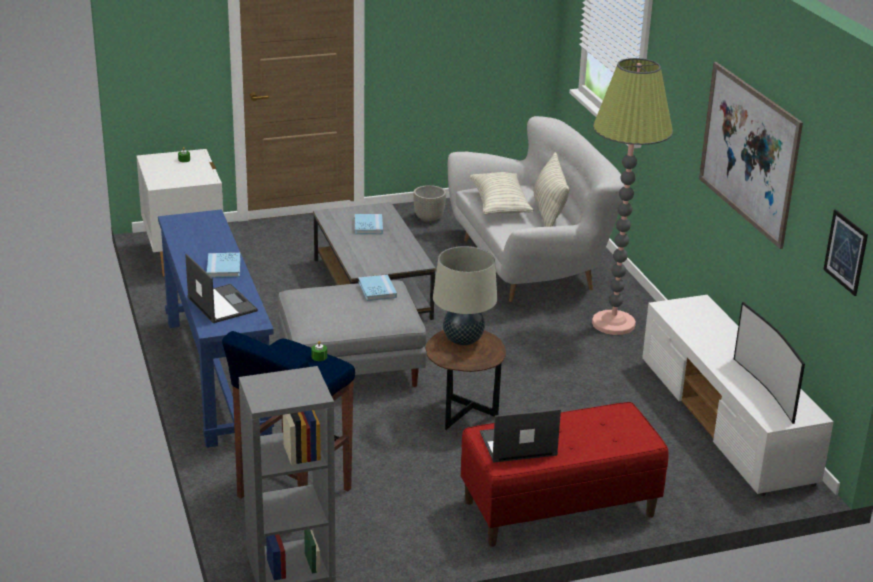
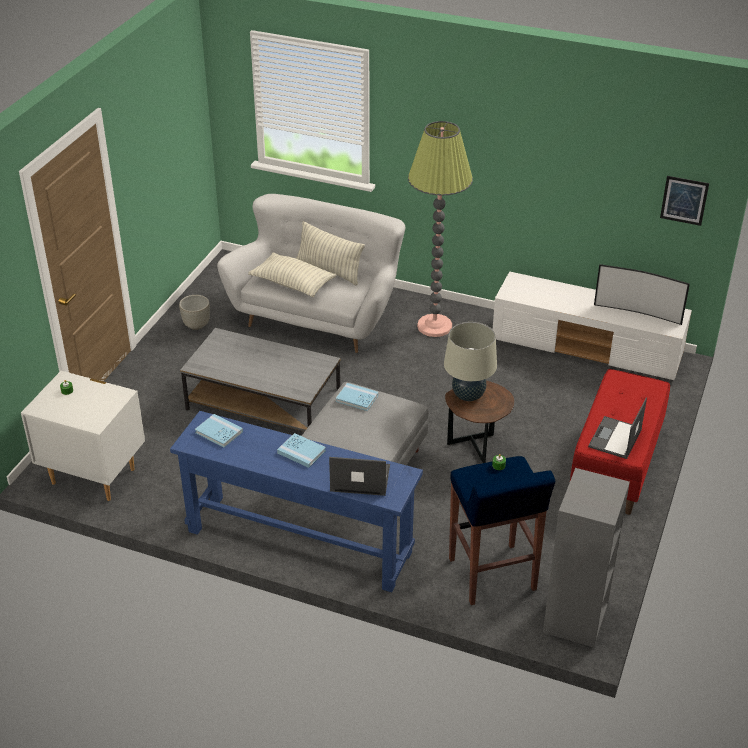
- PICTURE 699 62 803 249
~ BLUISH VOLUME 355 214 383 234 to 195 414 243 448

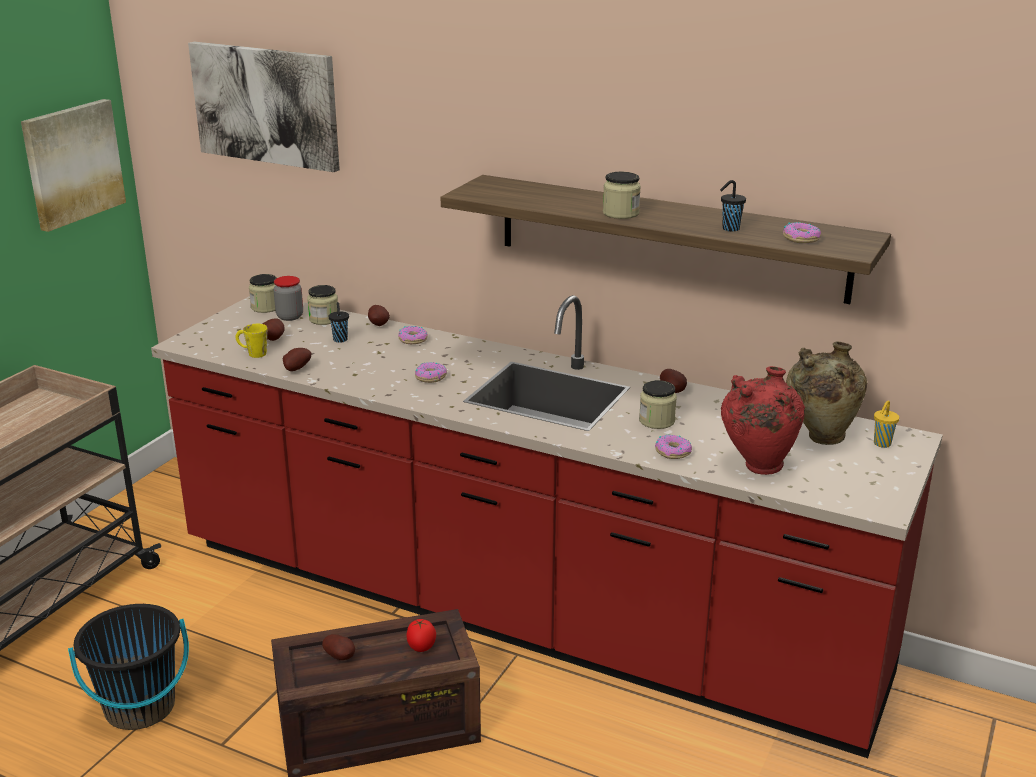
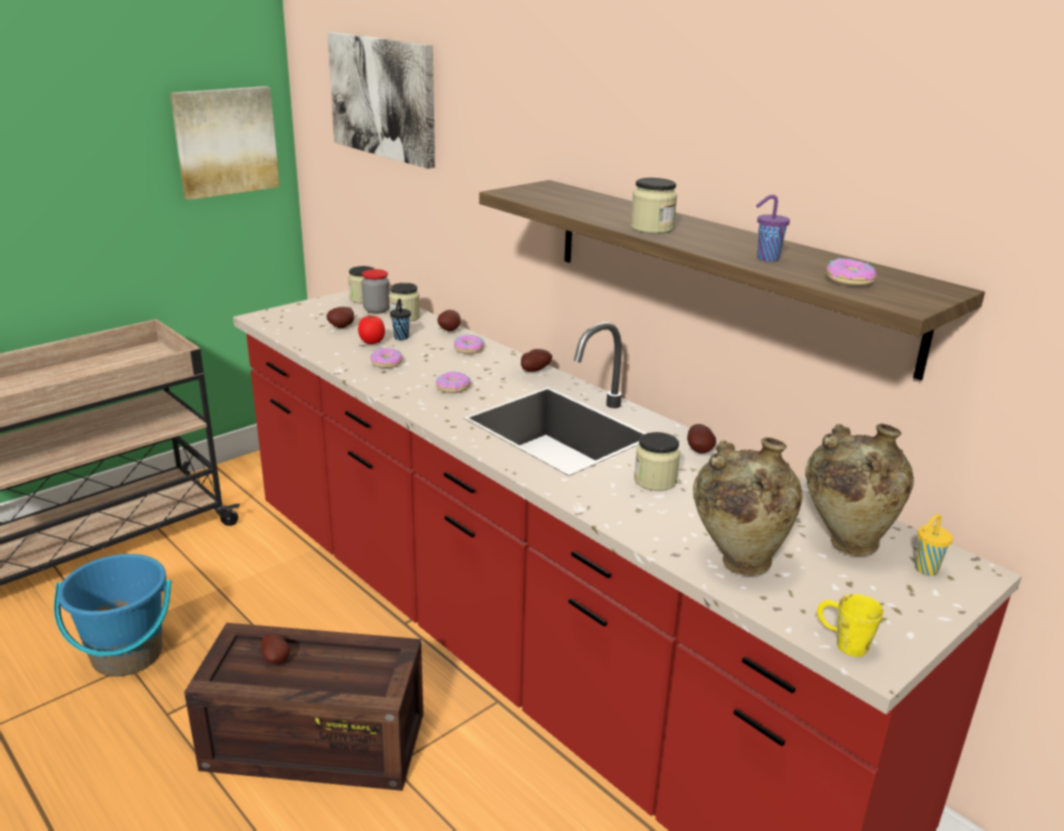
~ YELLOWISH TEA MUG 236 324 267 358 to 817 594 884 657
~ SPUD 283 348 311 371 to 521 349 552 372
~ WHOLE TOMATO 407 619 436 652 to 358 315 385 344
~ RING DOUGHNUT 655 435 692 459 to 370 348 403 368
~ BLACK-COLOURED BUCKET 68 604 189 730 to BLUISH BUCKET 54 554 171 677
~ BLACK-COLOURED CUP 720 180 746 232 to PURPLISH CUP 756 195 790 262
~ REDDISH DECORATIVE VASE 721 366 805 475 to BEIGE DECORATIVE VASE 693 437 803 576

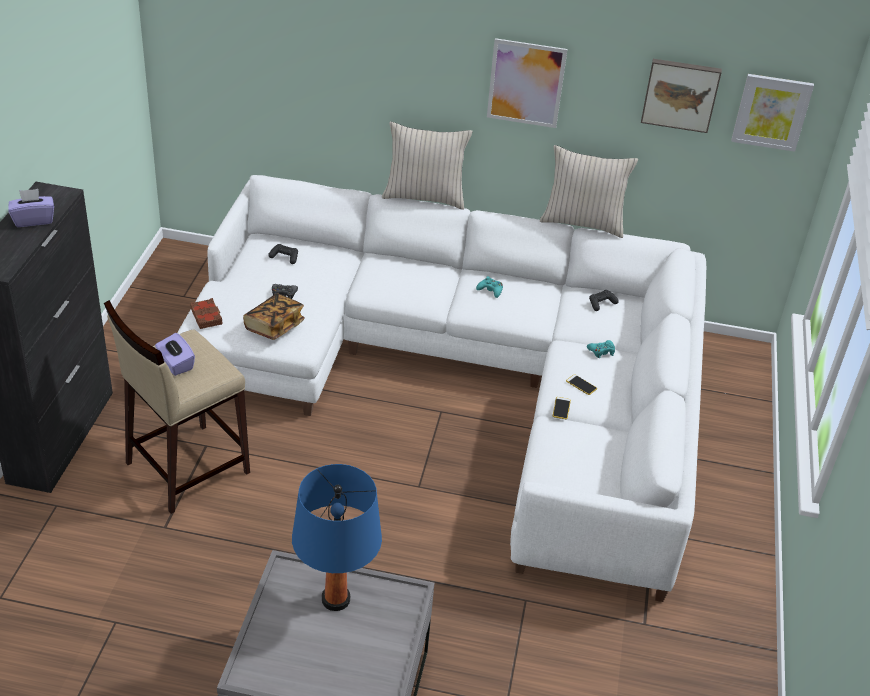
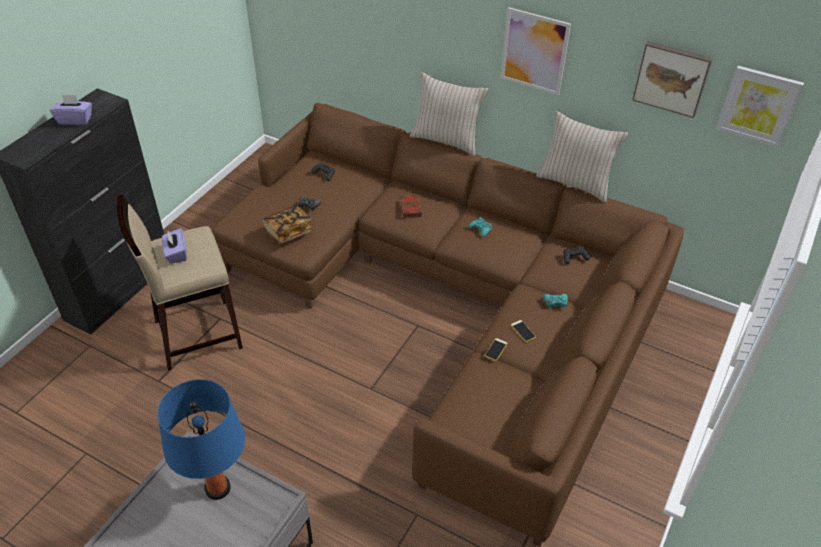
~ BROWN-COLOURED VOLUME 190 298 223 329 to 400 194 422 218
~ WHITE-COLOURED SOFA 178 175 706 602 to BROWN-COLOURED SOFA 212 103 684 547

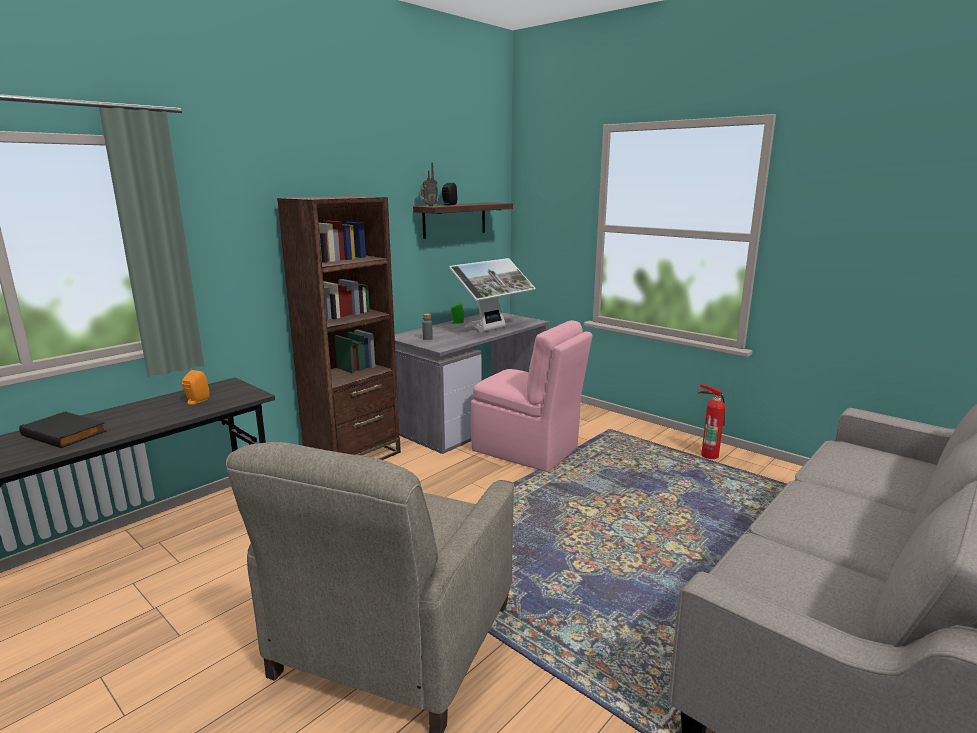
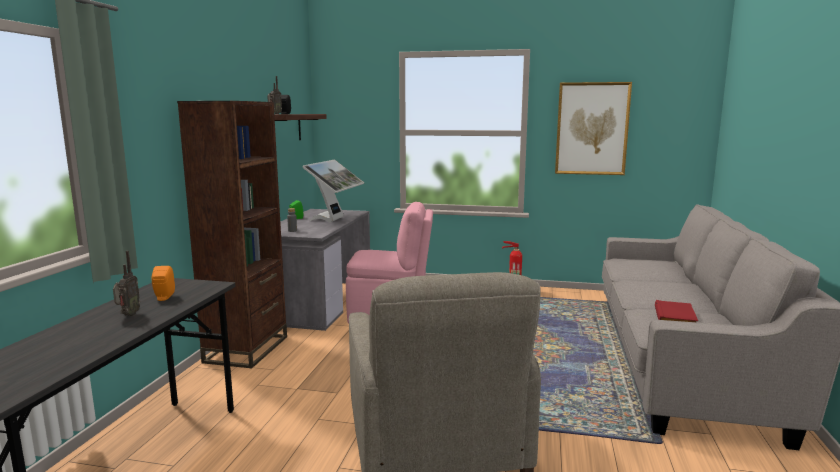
- BLACK-COLOURED VOLUME 19 411 106 448
+ RADIO 113 251 140 316
+ PICTURE 555 82 632 175
+ REDDISH VOLUME 655 300 698 322

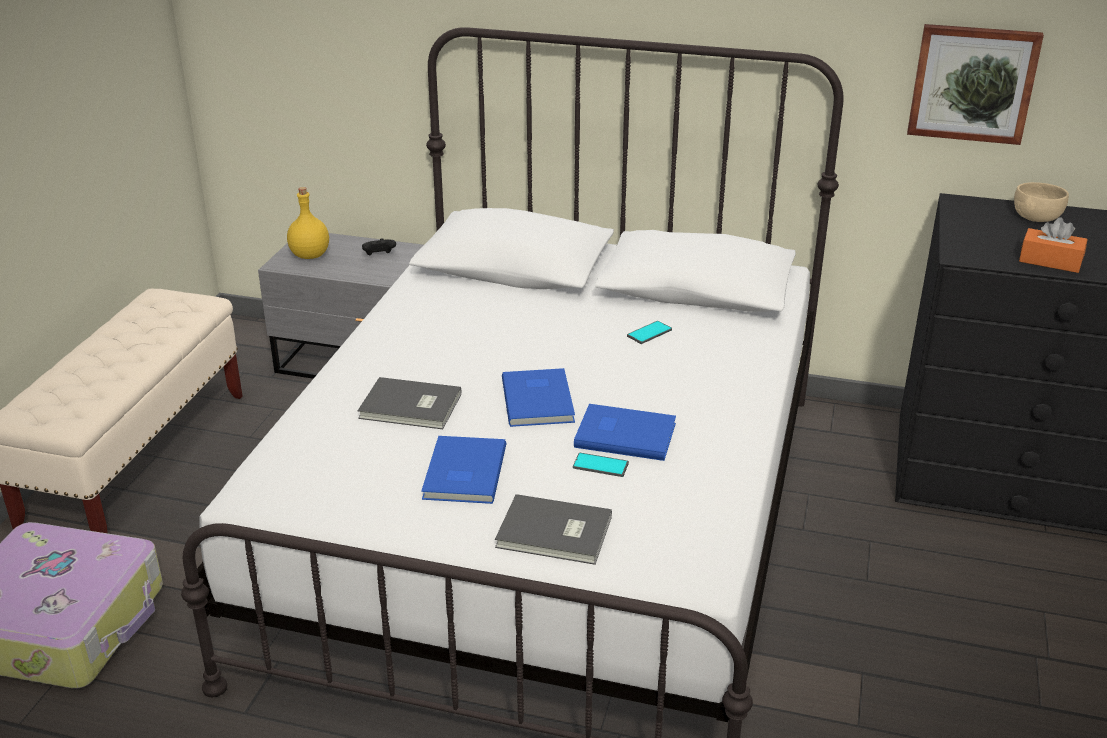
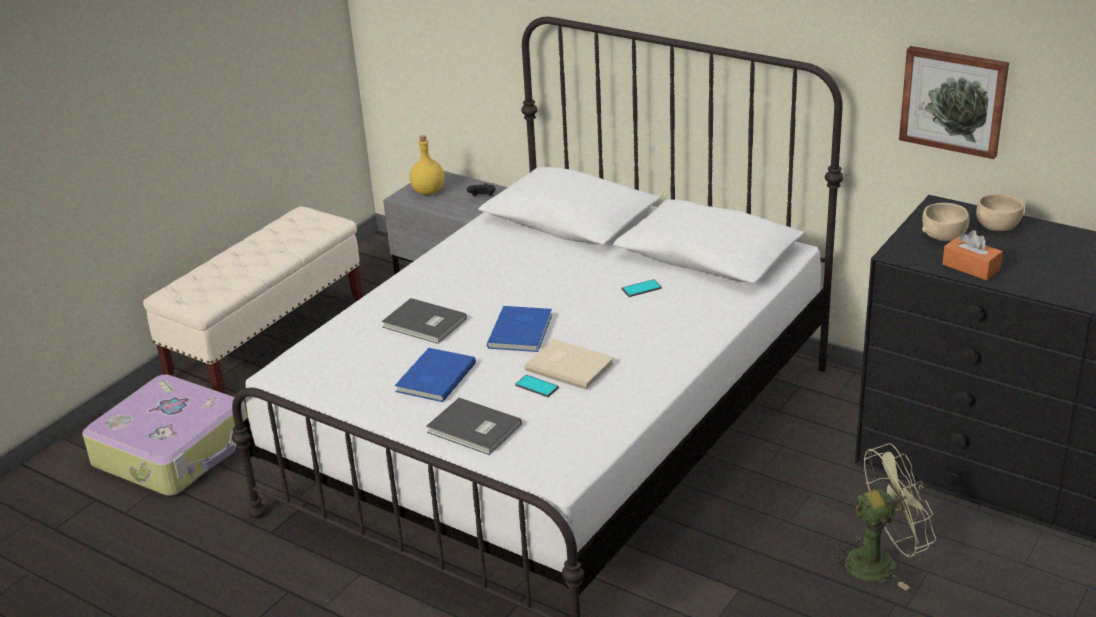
+ GREEN COOLING FAN 828 443 936 590
+ BEIGE SERVING BOWL 922 203 970 241
~ BLUISH VOLUME 574 404 676 461 to BEIGE VOLUME 525 339 614 390

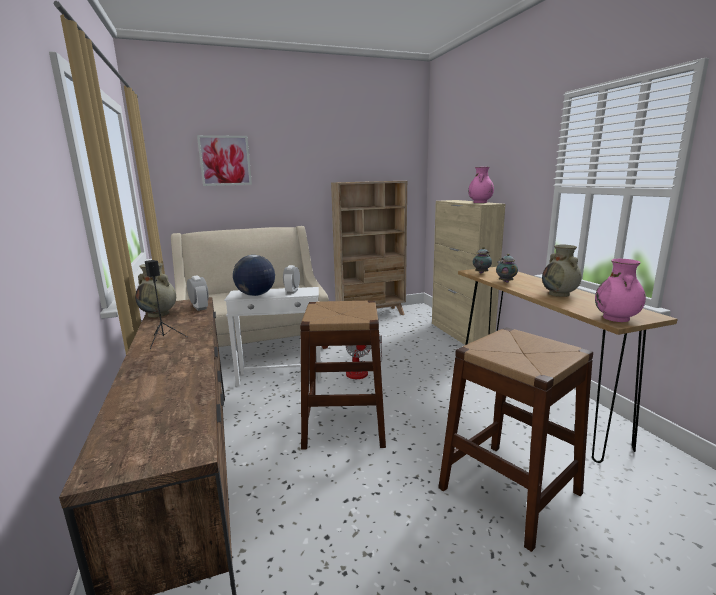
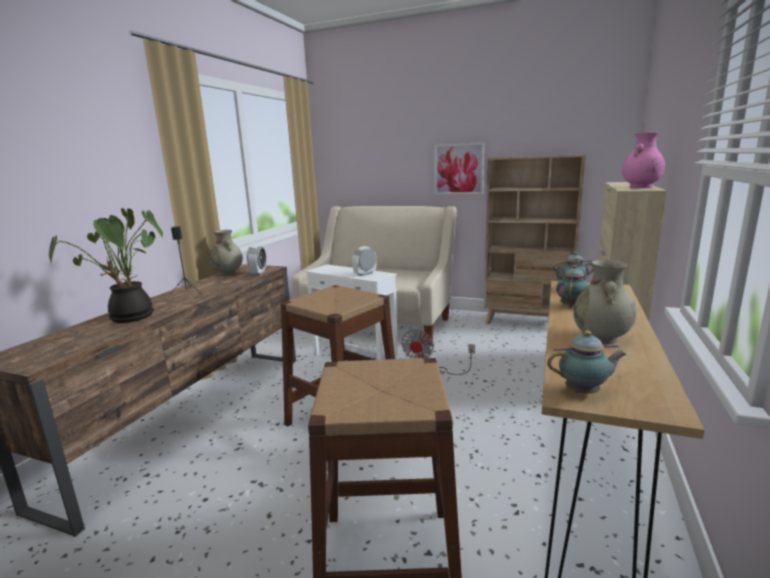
- WORLD GLOBE 233 255 275 296
+ PLANT IN A POT 49 208 163 323
~ PICTURE 197 135 252 186 to 434 142 484 195
~ PINK-COLOURED DECORATIVE VASE 595 259 646 322 to POT FOR TEA 547 330 627 394

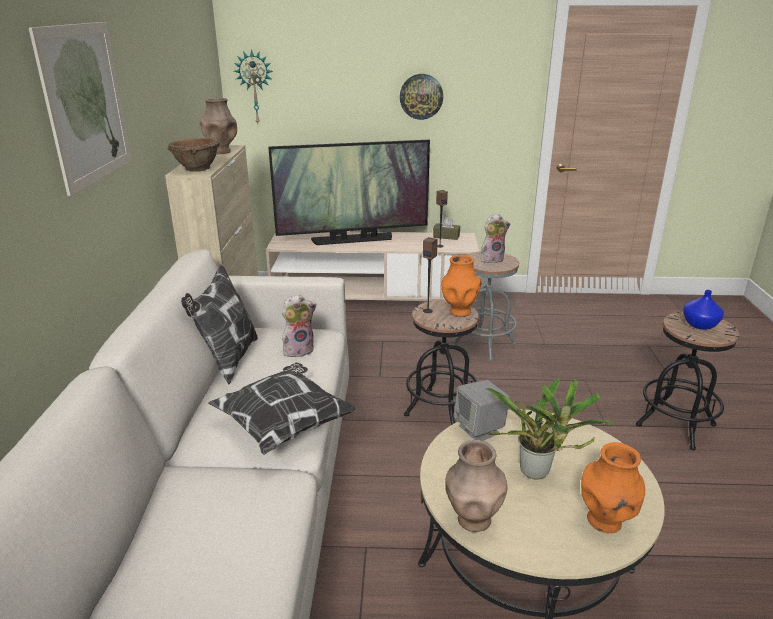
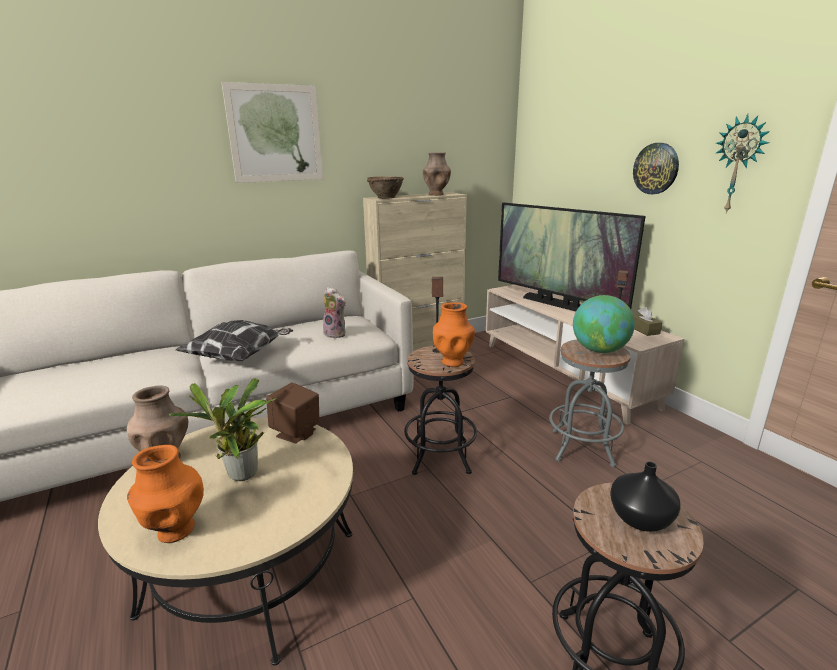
- THROW PILLOW 181 265 258 384
~ HANGING CLOCK 234 49 273 124 to 716 114 770 214
~ PLUSH TOY 481 214 511 263 to WORLD GLOBE 573 295 635 353
~ GRAY AUDIO SPEAKER 453 380 510 441 to BROWN-COLOURED AUDIO SPEAKER 266 382 319 443
~ BLUISH DECORATIVE VASE 683 290 724 330 to BLACK-COLOURED DECORATIVE VASE 610 462 681 532

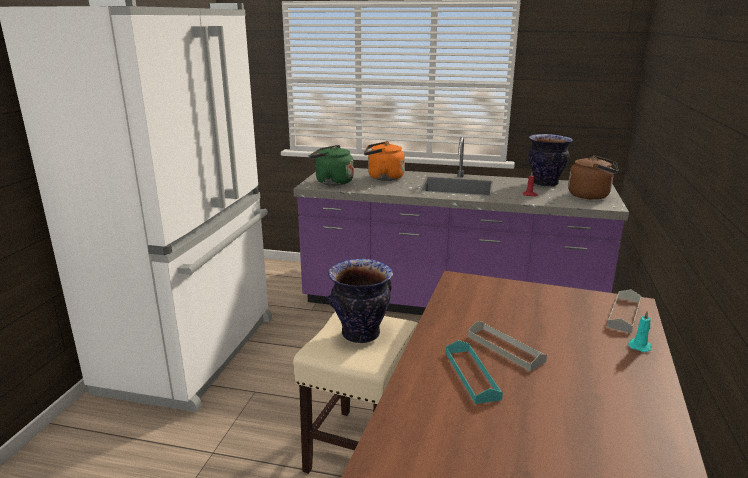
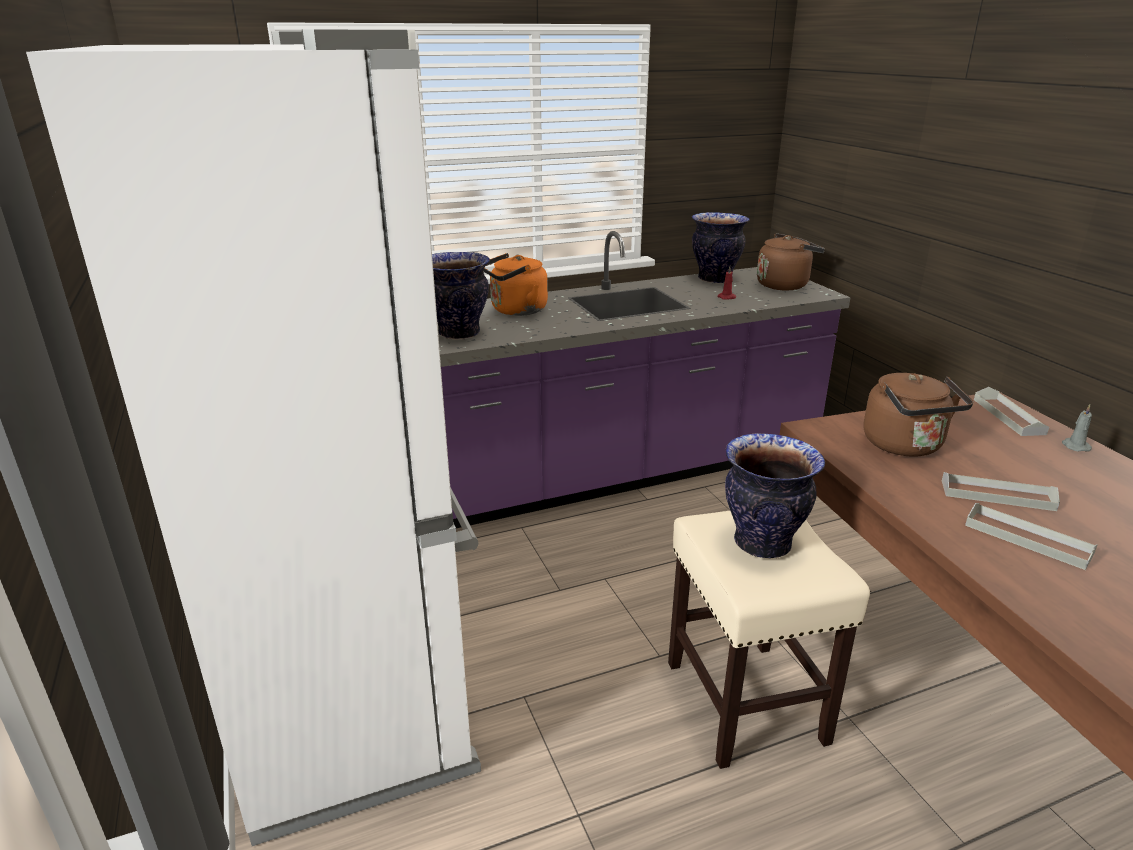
+ BROWN-COLOURED WATER KETTLE 864 373 973 457
~ GREEN WATER KETTLE 309 145 354 186 to DECORATIVE VASE 432 252 490 340
~ TURQUOISE-COLOURED CARRYING TRAY 446 340 503 404 to GRAY CARRYING TRAY 965 503 1098 570
~ TURQUOISE-COLOURED CANDLE 628 310 652 352 to GRAY CANDLE 1062 404 1092 452

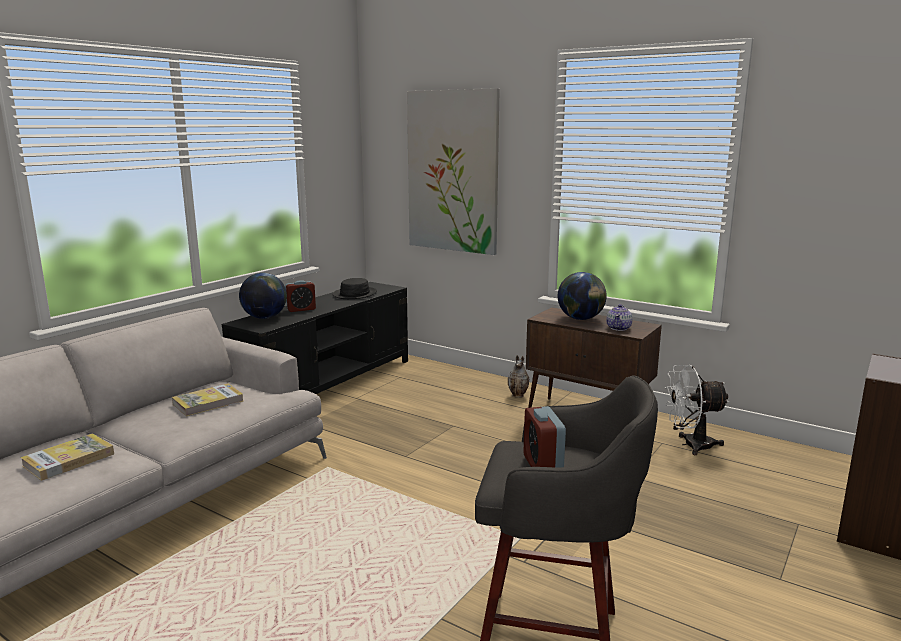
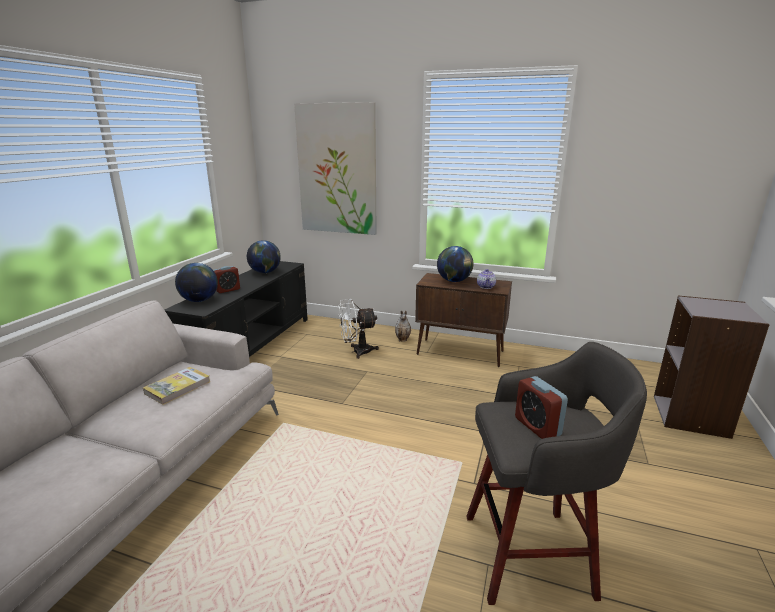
- VOLUME 20 433 114 481
~ WHITE-COLOURED COOLING FAN 665 365 730 455 to 338 299 379 359
~ BLACK-COLOURED CLOTHING HAT 332 278 377 299 to WORLD GLOBE 247 240 281 273

